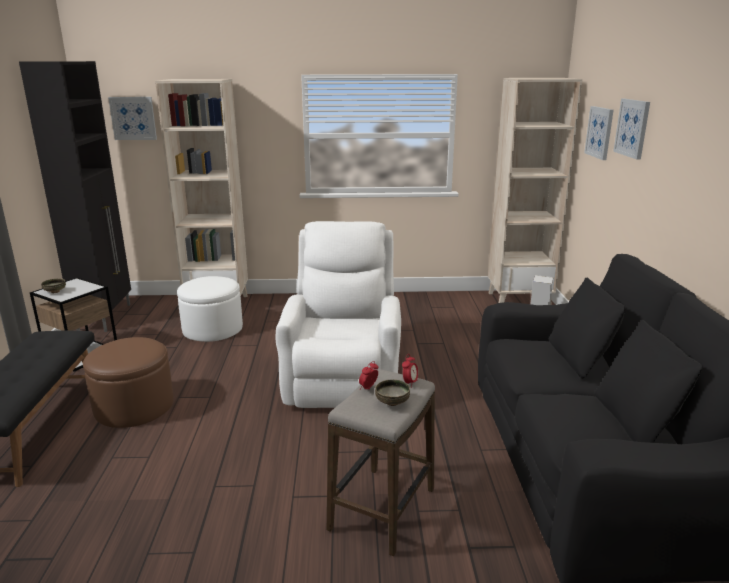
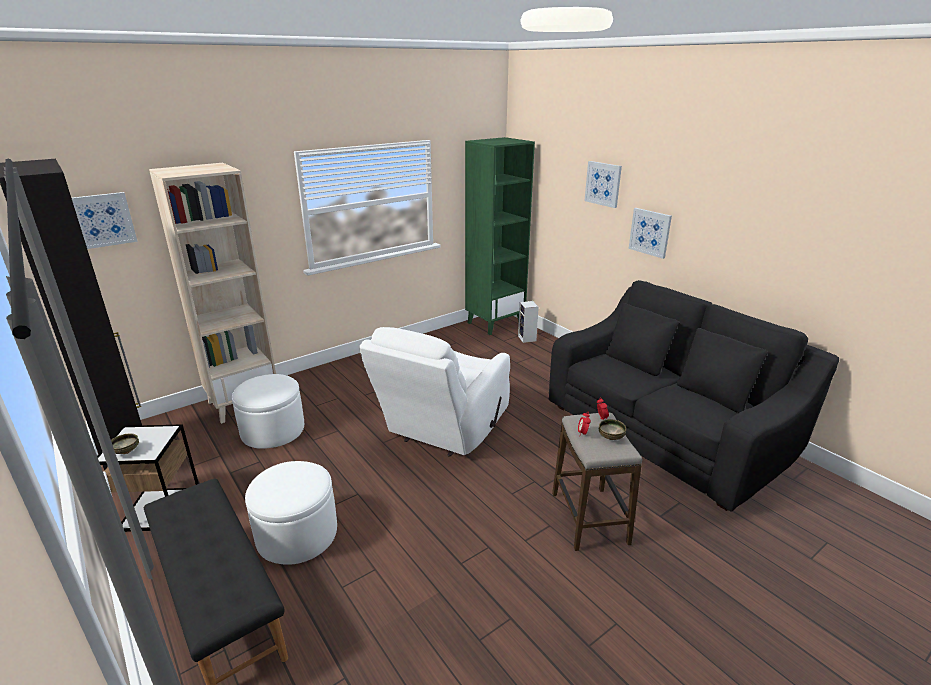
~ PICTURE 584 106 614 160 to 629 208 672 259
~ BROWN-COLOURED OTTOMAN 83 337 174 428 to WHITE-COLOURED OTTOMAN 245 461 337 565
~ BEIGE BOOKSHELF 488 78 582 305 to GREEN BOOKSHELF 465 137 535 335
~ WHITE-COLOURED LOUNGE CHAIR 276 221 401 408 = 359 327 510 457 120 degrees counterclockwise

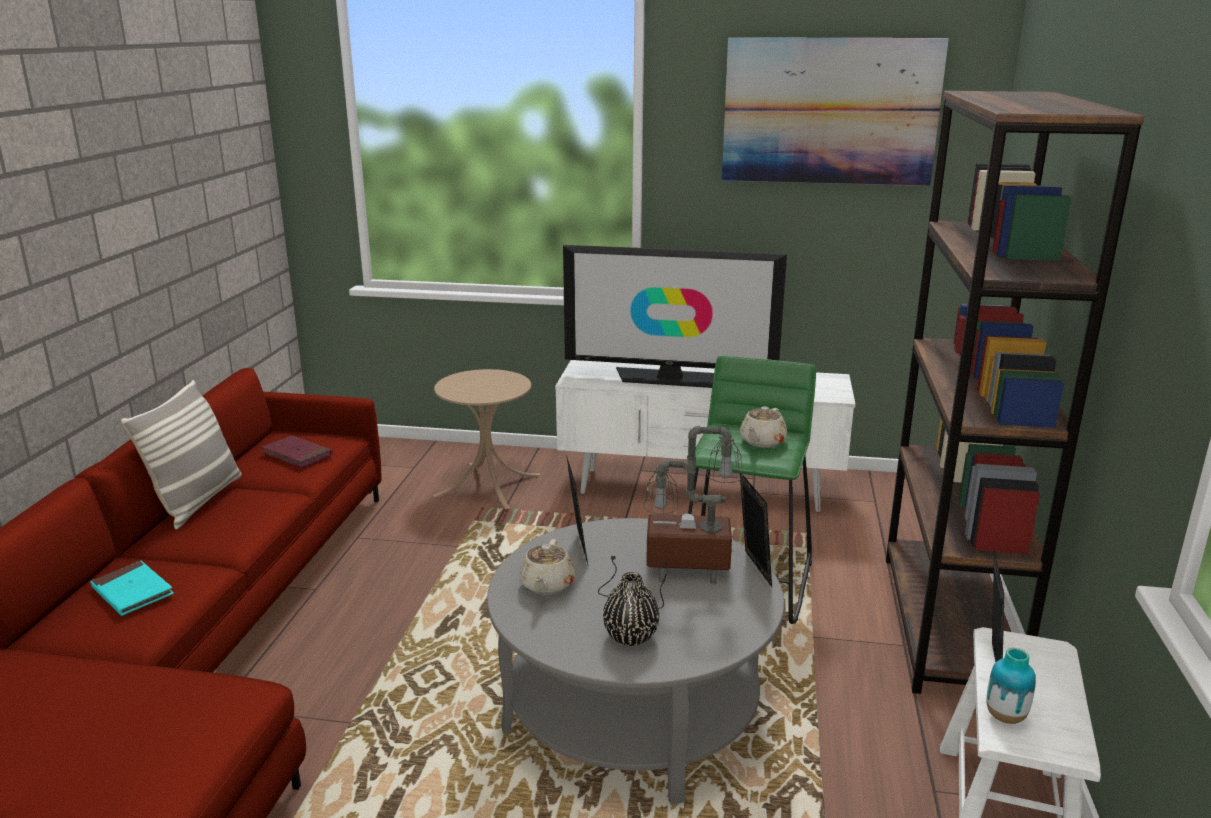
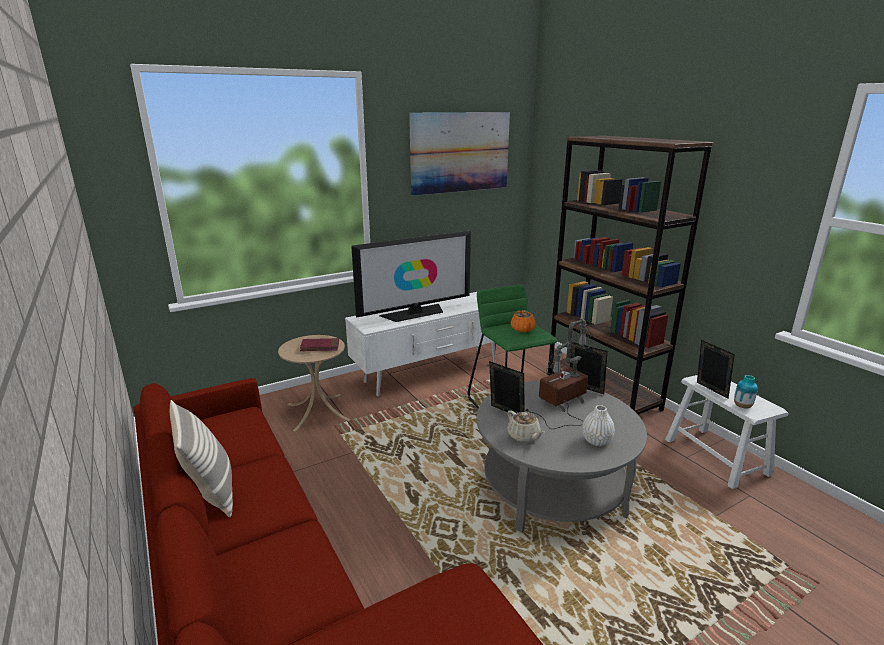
- TURQUOISE-COLOURED VOLUME 90 561 174 616
~ REDDISH VOLUME 262 435 333 468 to 300 338 339 351
~ BLACK-COLOURED DECORATIVE VASE 603 572 660 646 to WHITE-COLOURED DECORATIVE VASE 582 405 615 446
~ BEIGE POT FOR TEA 740 406 787 448 to ORANGEY POT FOR TEA 511 310 536 332

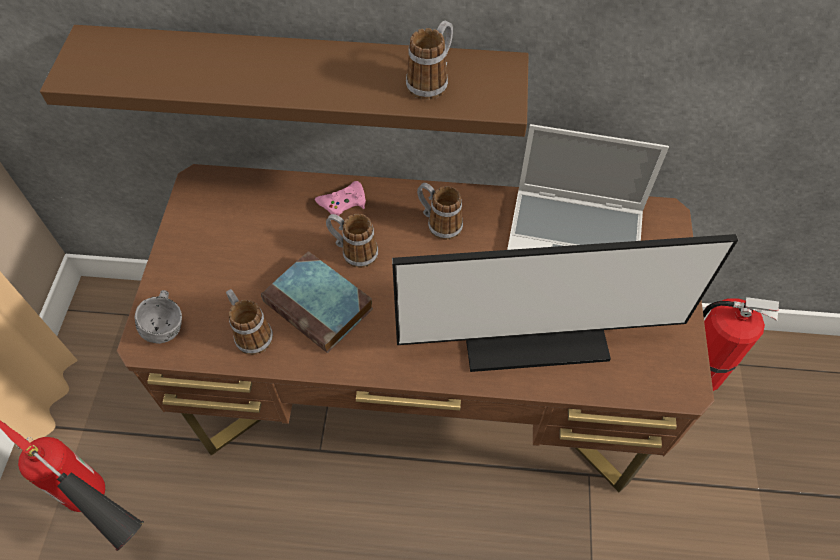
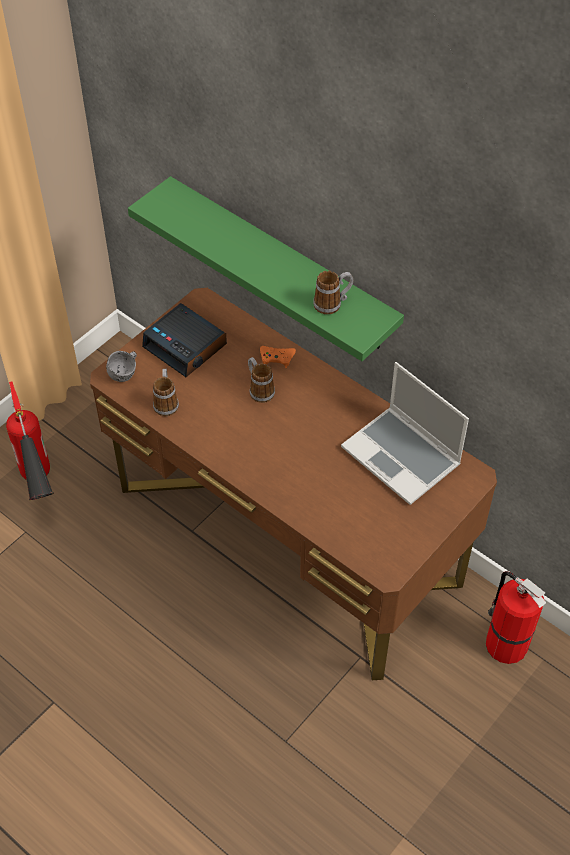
- VOLUME 261 251 373 353
- COMPUTER SCREEN 392 234 738 372
- TEA MUG 417 183 463 240
+ BEDSIDE CLOCK 142 303 227 377
~ BROWN-COLOURED SHELF 40 25 529 137 to GREEN SHELF 128 176 404 361
~ PINK-COLOURED GAMEPAD 315 181 366 216 to ORANGEY GAMEPAD 260 346 296 368

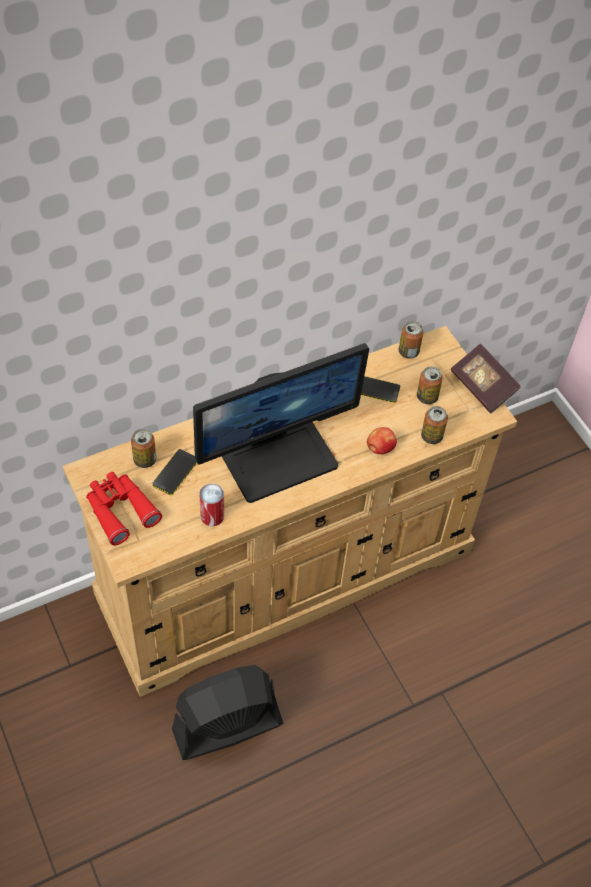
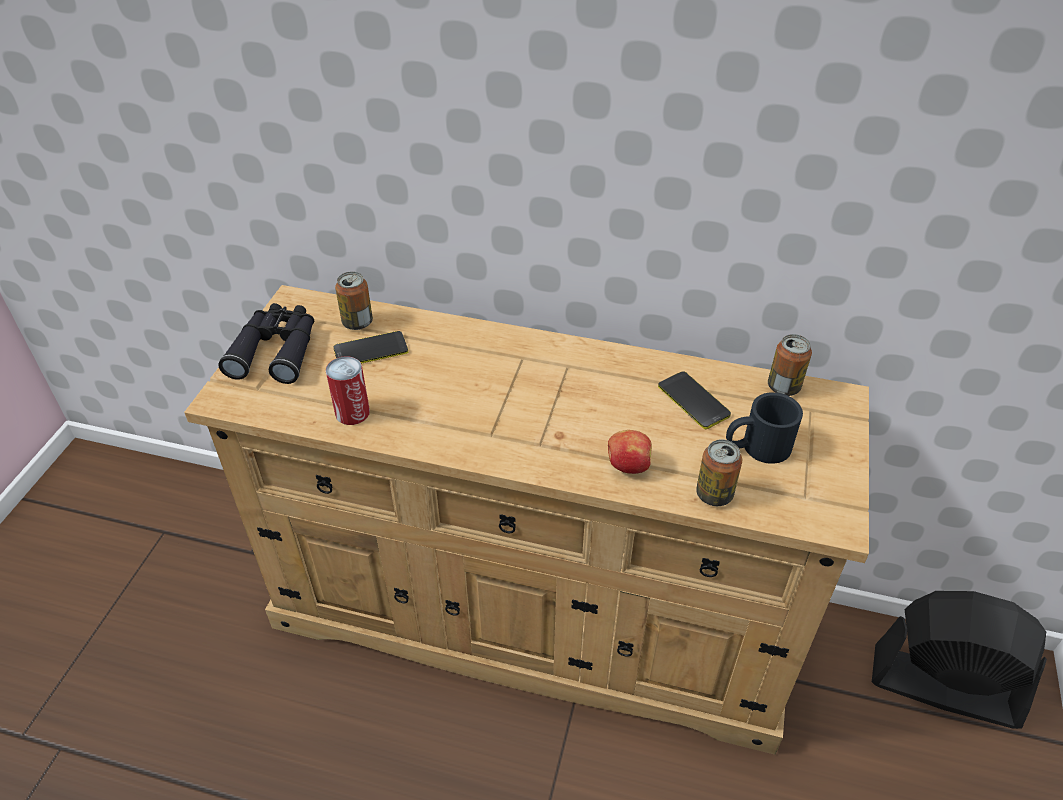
- COMPUTER SCREEN 193 343 369 503
- VOLUME 451 344 521 413
~ BLACK-COLOURED COOLING FAN 172 665 283 760 to 872 591 1047 729
~ METAL CAN 417 366 443 404 to BLACK-COLOURED TEA MUG 726 392 803 464
~ REDDISH FIELD GLASSES 86 472 162 546 to BLACK-COLOURED FIELD GLASSES 219 303 314 384

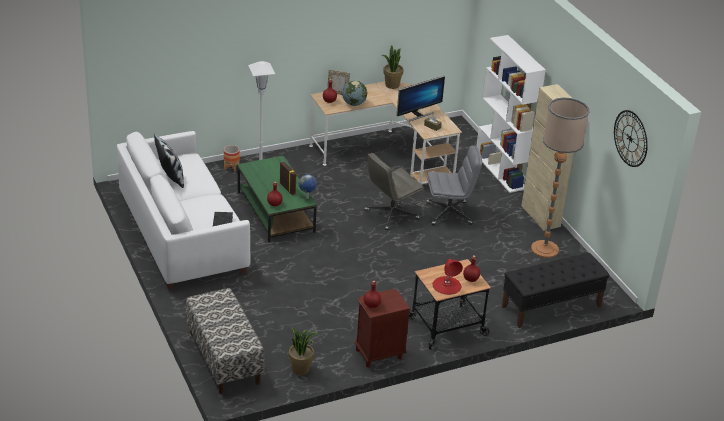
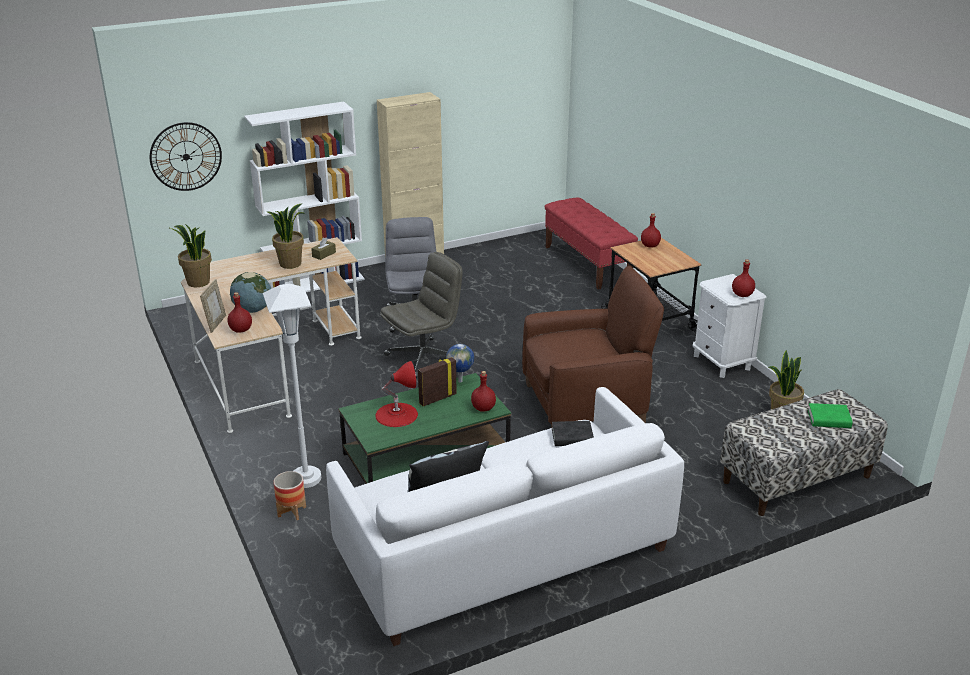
- STANDING LAMP 531 97 590 258
+ BROWN-COLOURED LOUNGE CHAIR 522 266 664 428
+ GREEN VOLUME 808 403 852 428
~ REDDISH TABLE LAMP 432 259 463 295 to 375 361 418 427
~ HANGING CLOCK 614 110 648 167 to 150 122 222 191
~ COMPUTER SCREEN 397 76 445 121 to PLANT IN A POT 266 204 305 269
~ BROWN-COLOURED BEDSIDE TABLE 355 289 411 368 to WHITE-COLOURED BEDSIDE TABLE 692 274 766 378
~ BLACK-COLOURED LONG SEAT 502 253 609 328 to REDDISH LONG SEAT 545 198 638 290
~ GRAY COMPUTER CHAIR 364 153 424 231 = 380 252 463 378 90 degrees counterclockwise

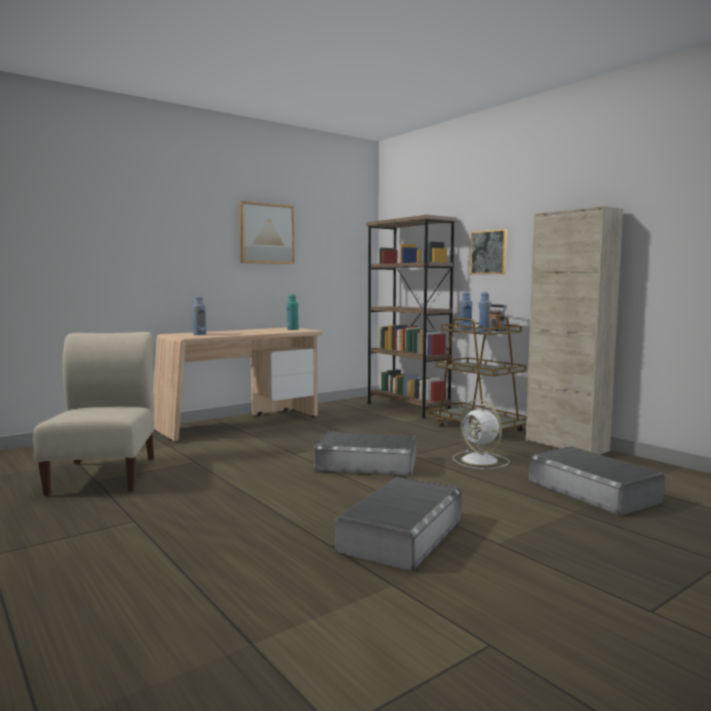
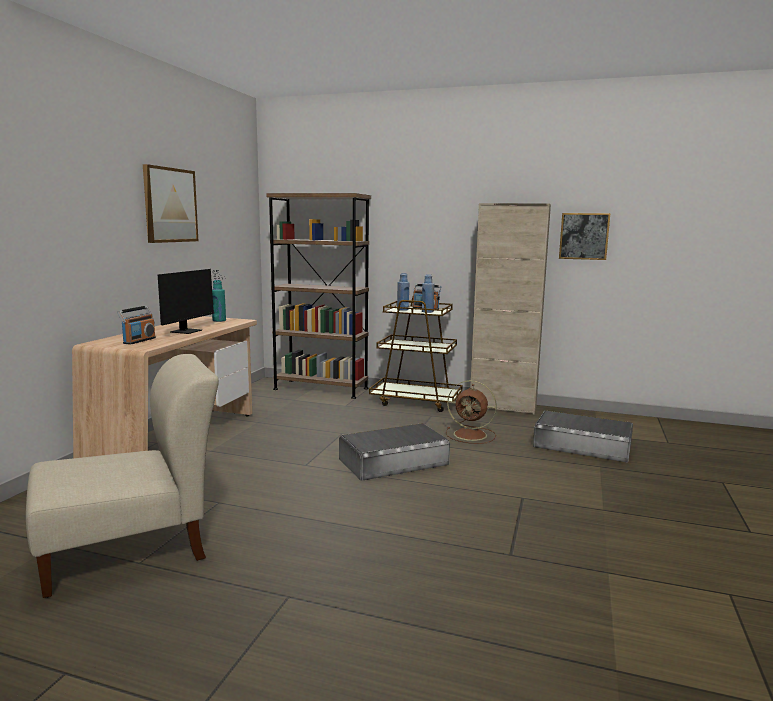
- GRAY STORAGE BOX 335 477 462 571
+ COMPUTER SCREEN 158 269 225 334
~ PICTURE 470 229 507 274 to 559 213 610 260
~ BLUISH BOTTLE 192 296 206 335 to RADIO 118 306 156 345
~ WHITE-COLOURED COOLING FAN 453 400 510 469 to BROWN-COLOURED COOLING FAN 446 380 497 444
~ BEIGE UPRIGHT CHAIR 33 332 155 496 = 26 354 219 598 105 degrees clockwise

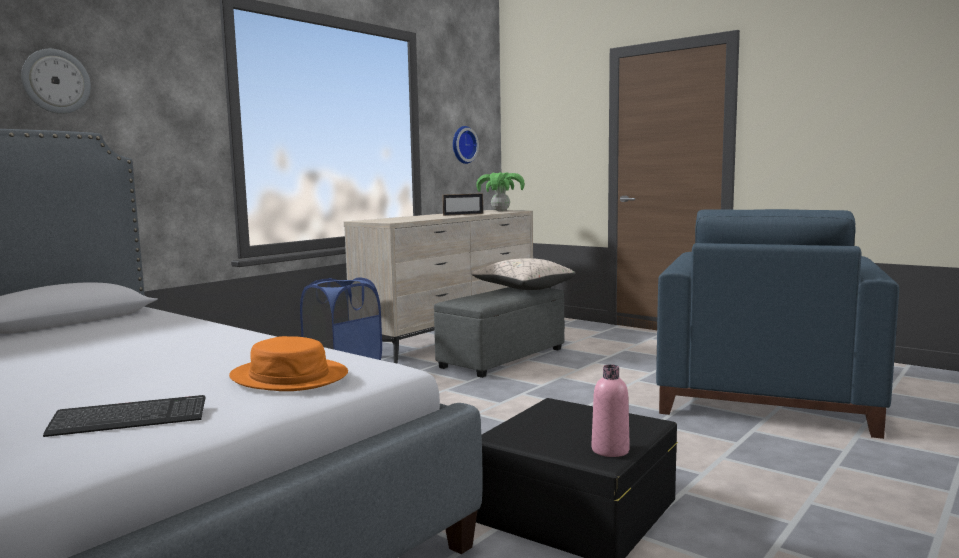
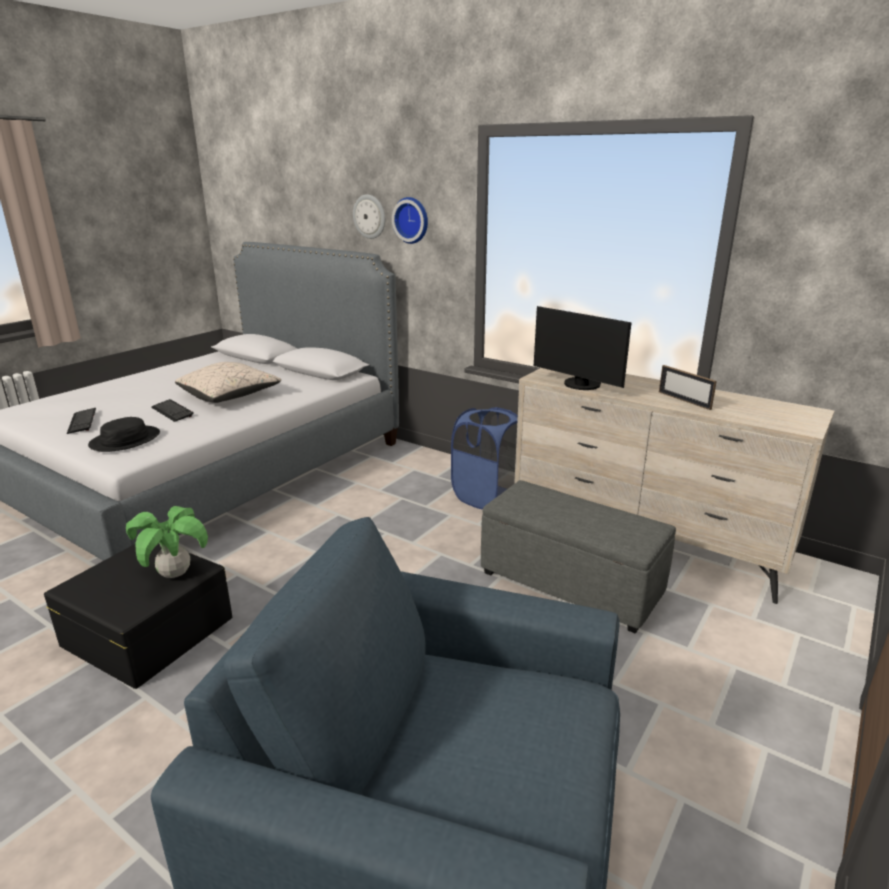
- PINK-COLOURED BOTTLE 592 365 630 457
+ COMPUTER KEYBOARD 151 399 194 422
+ COMPUTER SCREEN 534 306 632 390
~ HANGING CLOCK 453 126 479 164 to 392 197 428 244
~ BEIGE THROW PILLOW 471 258 576 290 to 175 362 281 403
~ PLANT IN A POT 476 172 525 211 to 126 506 208 578
~ ORANGEY CLOTHING HAT 229 336 348 391 to BLACK-COLOURED CLOTHING HAT 88 417 160 452

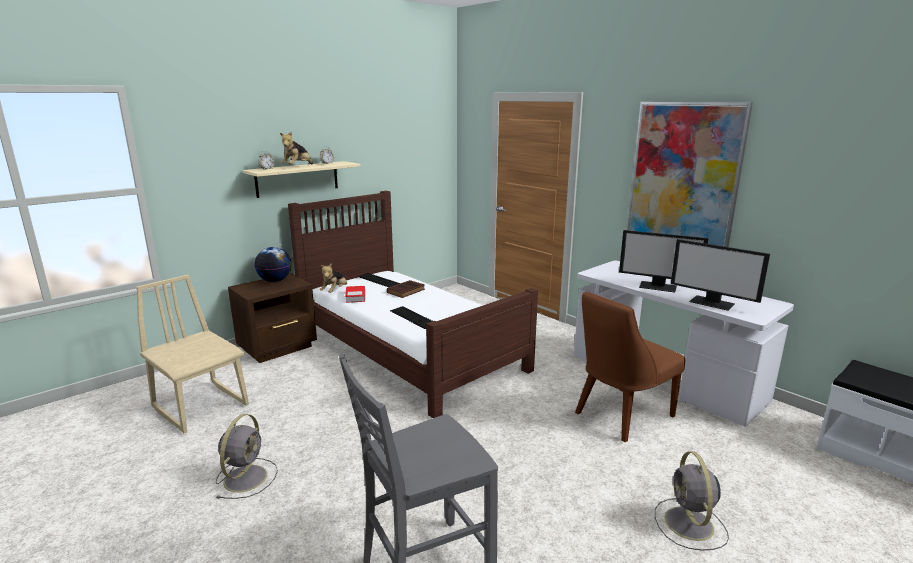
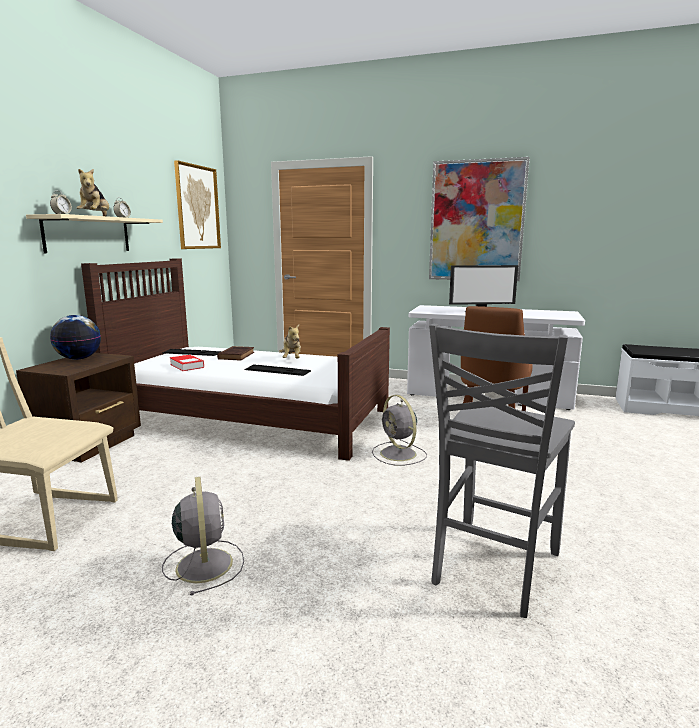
- COMPUTER SCREEN 671 239 770 311
+ PICTURE 174 160 221 249
~ PLUSH TOY 320 263 347 293 to 279 325 301 358
~ GRAY COOLING FAN 655 452 729 551 to 372 395 427 466

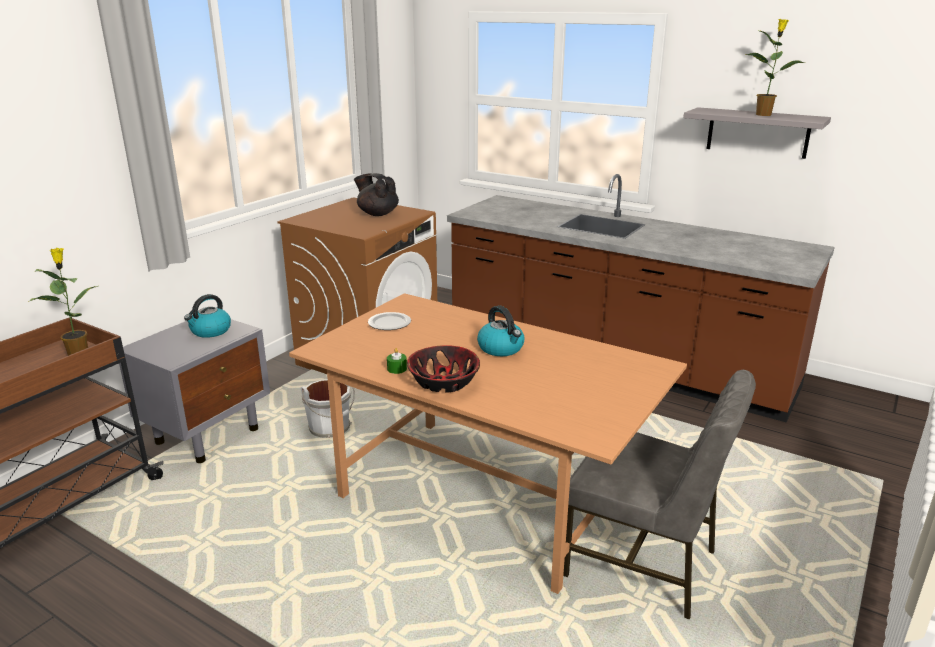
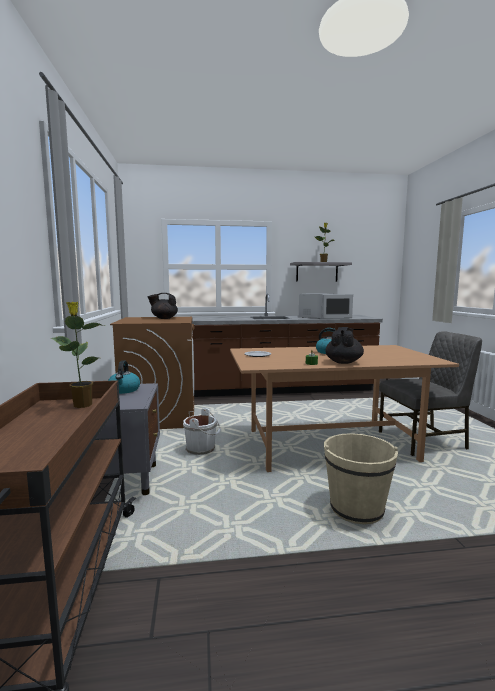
+ WHITE-COLOURED MICROWAVE OVEN 299 293 353 319
+ BEIGE BUCKET 324 433 398 524
~ SERVING BOWL 407 345 480 393 to BLACK-COLOURED POT FOR TEA 325 327 364 364

